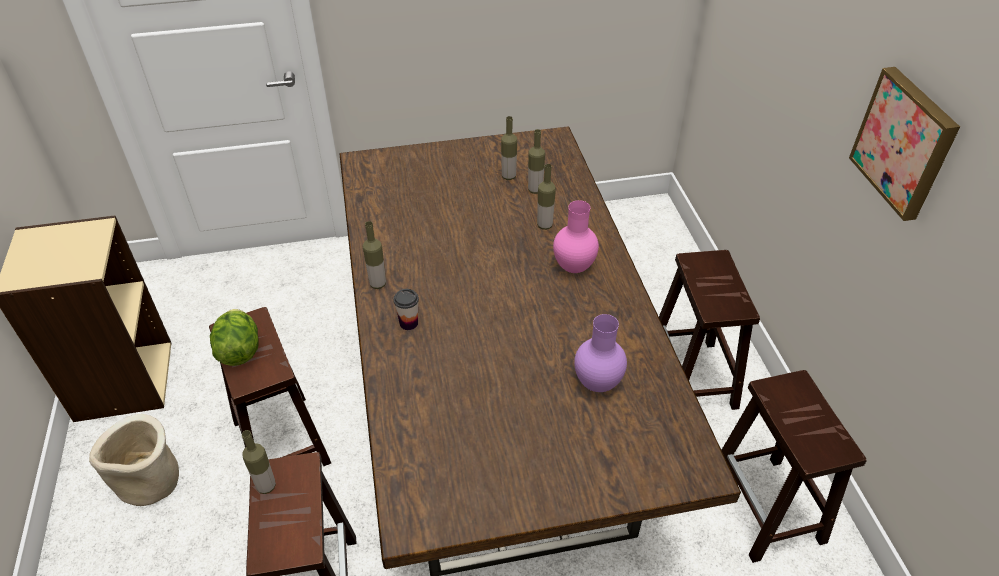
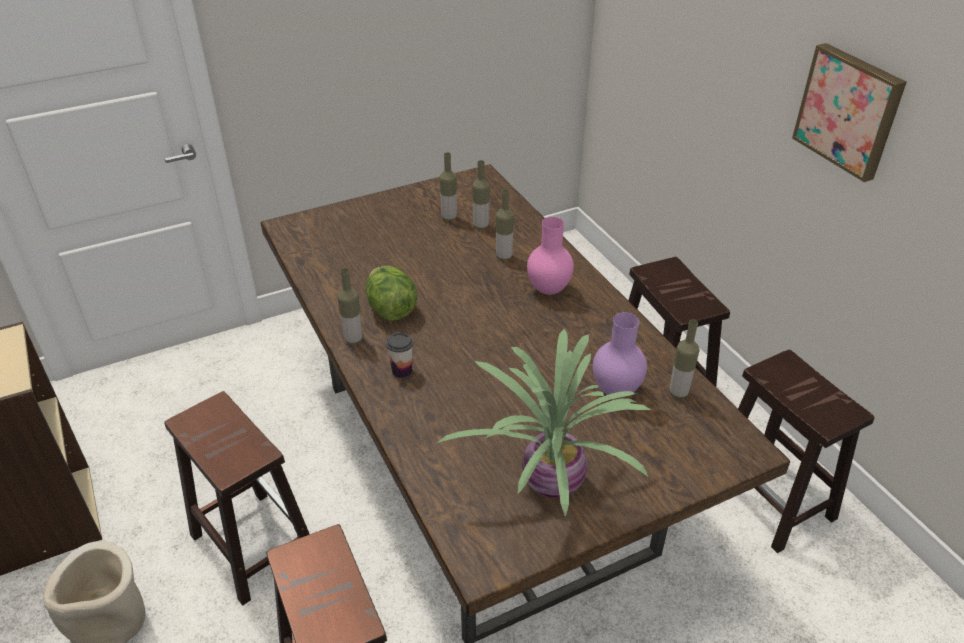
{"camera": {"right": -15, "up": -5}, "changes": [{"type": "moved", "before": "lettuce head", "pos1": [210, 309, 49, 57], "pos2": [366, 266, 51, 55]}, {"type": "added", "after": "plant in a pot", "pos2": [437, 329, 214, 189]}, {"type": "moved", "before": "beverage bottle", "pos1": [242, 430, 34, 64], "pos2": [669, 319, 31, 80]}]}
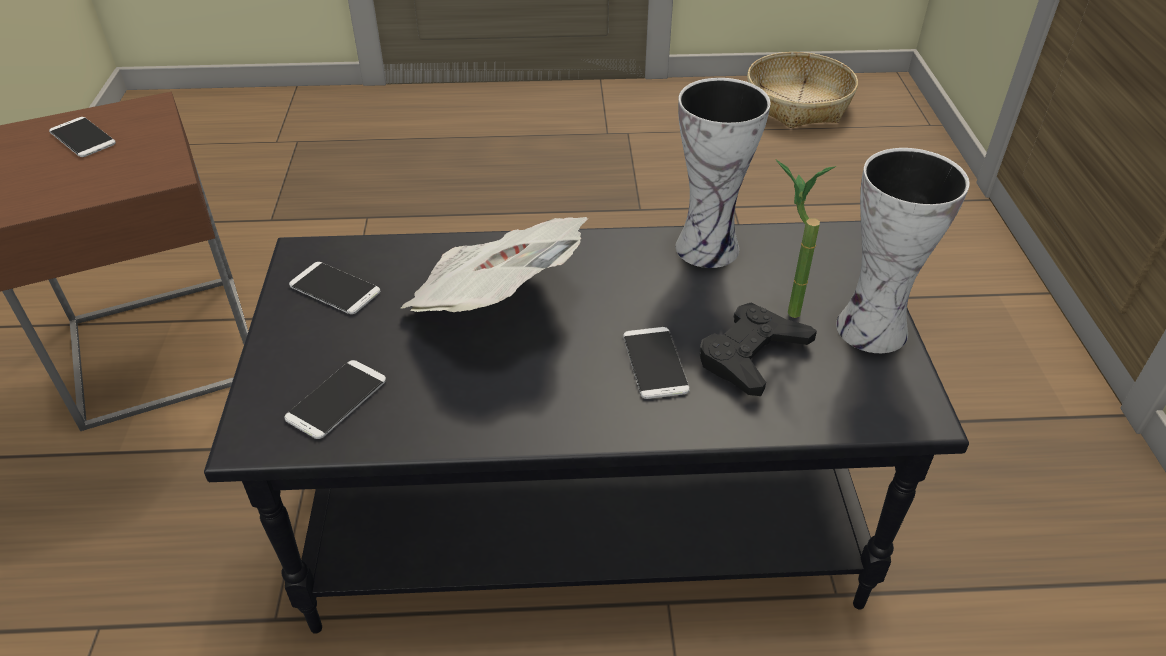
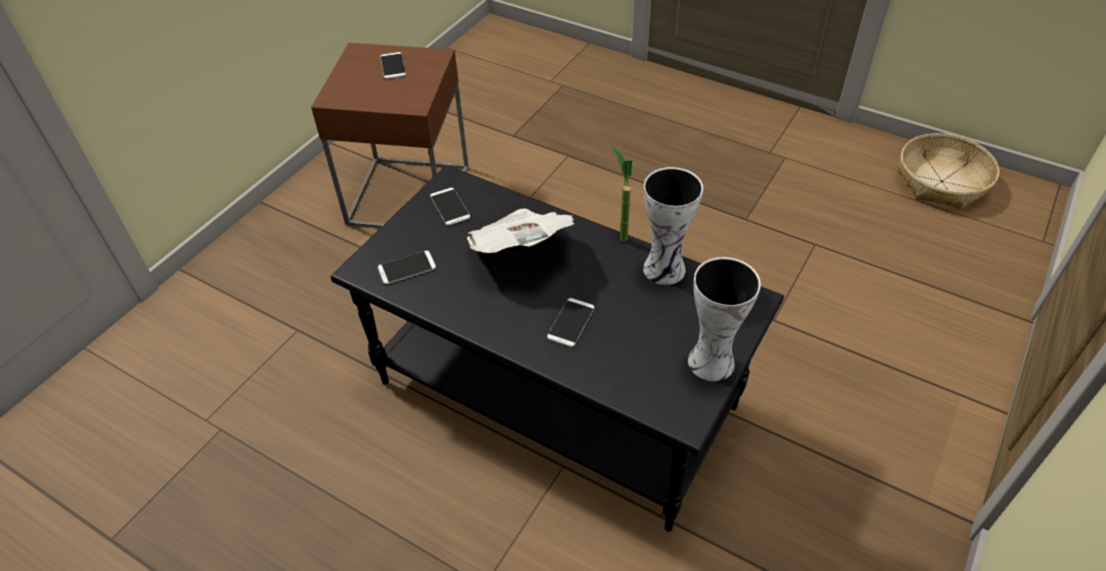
{"camera": {"right": 35, "up": 5}, "changes": [{"type": "moved", "before": "plant in a pot", "pos1": [775, 159, 61, 159], "pos2": [612, 146, 22, 95]}, {"type": "removed", "before": "blackish joypad", "pos1": [700, 303, 117, 93]}]}
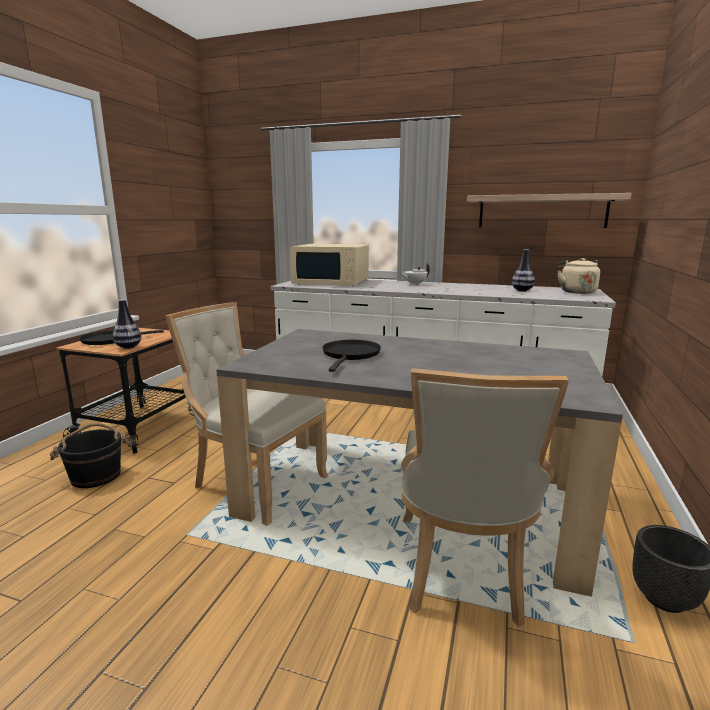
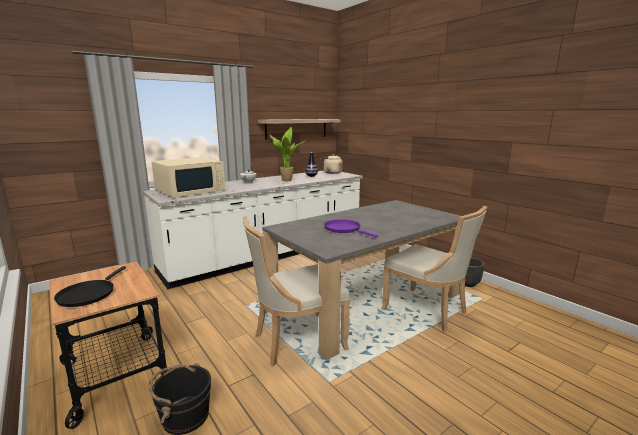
{"camera": {"right": -55, "up": 0}, "changes": [{"type": "added", "after": "plant in a pot", "pos2": [268, 127, 38, 54]}, {"type": "recoloured", "before": "blackish frying pan", "after": "purple frying pan", "pos1": [322, 340, 59, 32], "pos2": [324, 219, 54, 18]}, {"type": "removed", "before": "decorative vase", "pos1": [113, 299, 28, 50]}]}
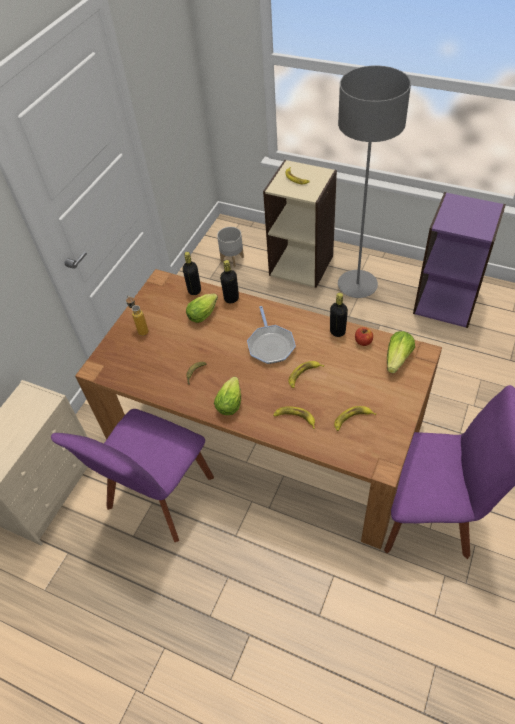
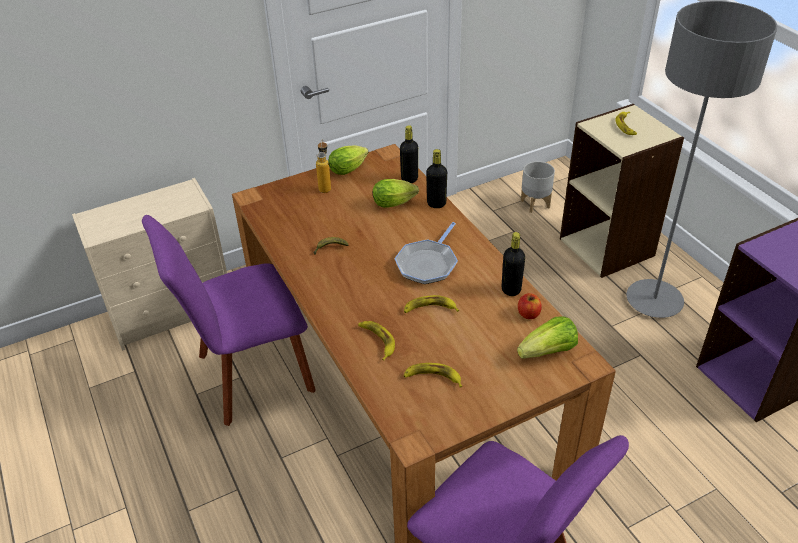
{"camera": {"right": 35, "up": -10}, "changes": [{"type": "moved", "before": "lettuce head", "pos1": [214, 377, 27, 38], "pos2": [329, 145, 40, 30]}]}
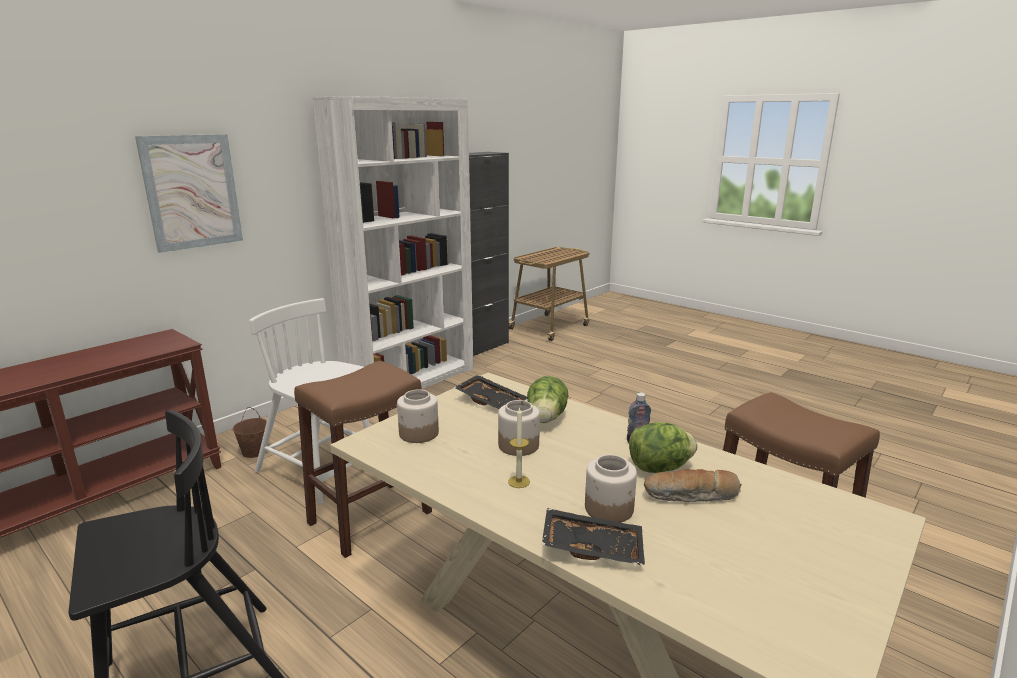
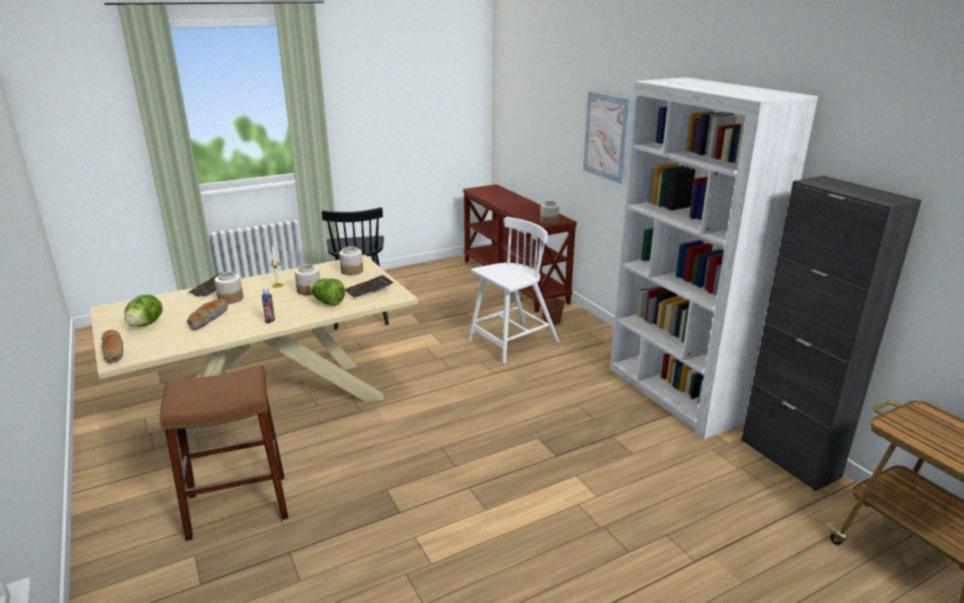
{"camera": {"right": 110, "up": 5}, "changes": [{"type": "added", "after": "bread", "pos2": [101, 330, 23, 33]}, {"type": "moved", "before": "lettuce head", "pos1": [629, 422, 68, 51], "pos2": [125, 294, 38, 33]}, {"type": "added", "after": "storage jar", "pos2": [540, 201, 19, 23]}, {"type": "removed", "before": "brown stool", "pos1": [294, 361, 138, 197]}]}
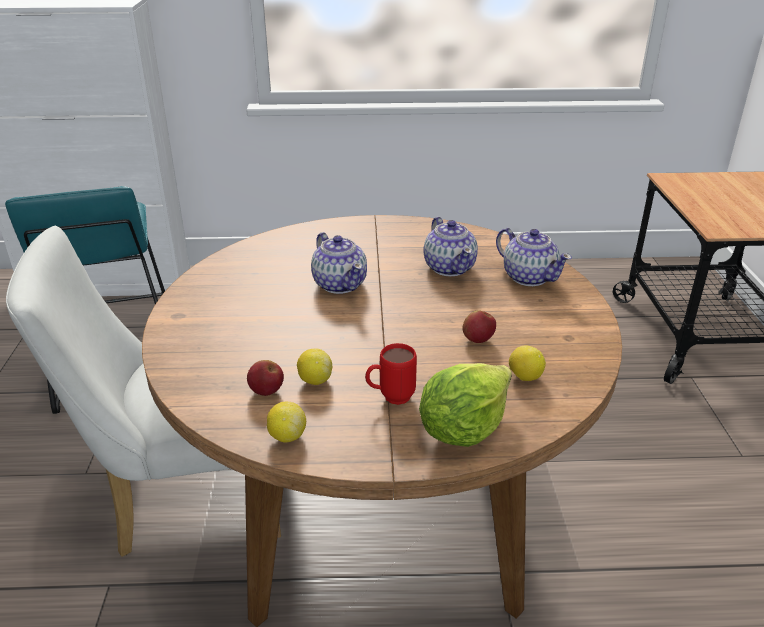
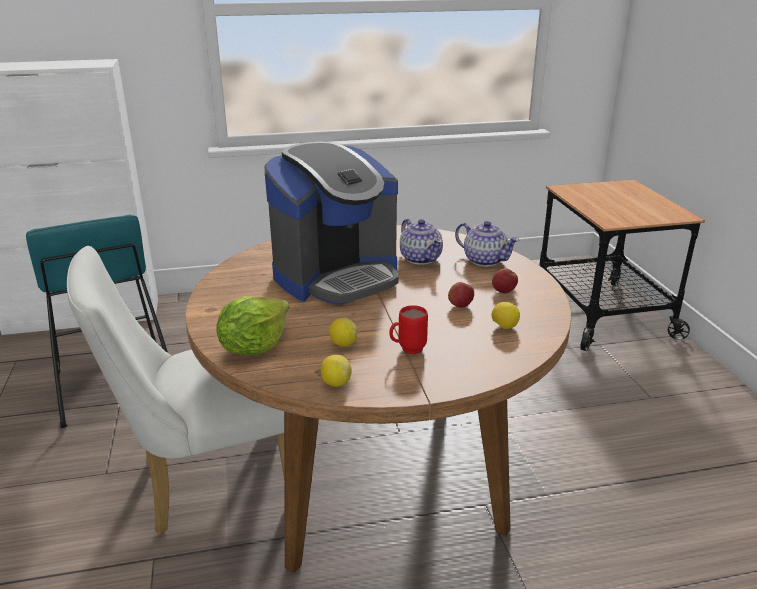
{"camera": {"right": -10, "up": -5}, "changes": [{"type": "moved", "before": "lettuce head", "pos1": [419, 363, 93, 84], "pos2": [216, 296, 73, 59]}, {"type": "replaced", "before": "tea pot", "after": "coffee maker", "pos1": [311, 232, 56, 62], "pos2": [264, 142, 135, 163]}, {"type": "moved", "before": "whole apple", "pos1": [247, 360, 37, 36], "pos2": [492, 268, 26, 25]}]}
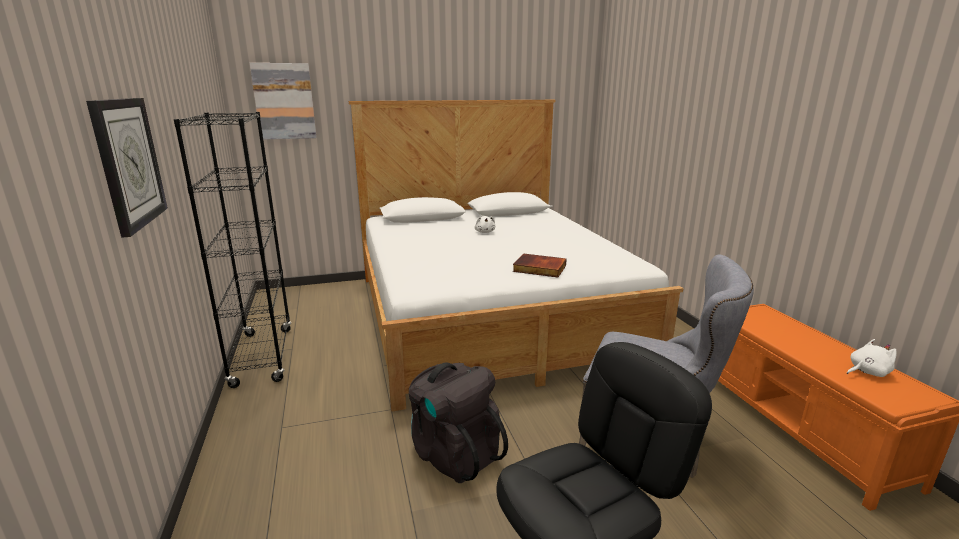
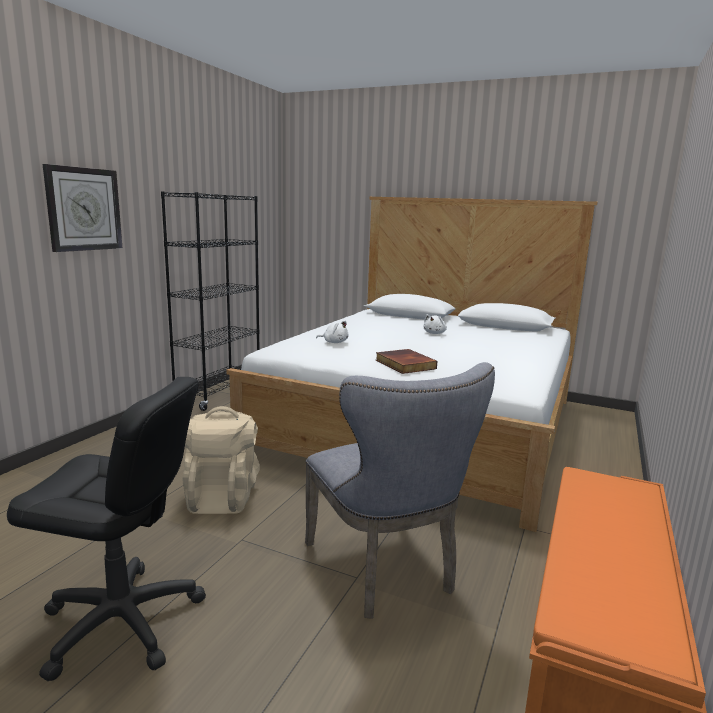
{"camera": {"right": 40, "up": -5}, "changes": [{"type": "recoloured", "before": "blackish knapsack", "after": "beige knapsack", "pos1": [409, 363, 99, 120], "pos2": [182, 406, 78, 108]}, {"type": "moved", "before": "white soft toy", "pos1": [847, 339, 50, 38], "pos2": [316, 321, 33, 22]}, {"type": "removed", "before": "picture", "pos1": [250, 63, 67, 77]}]}
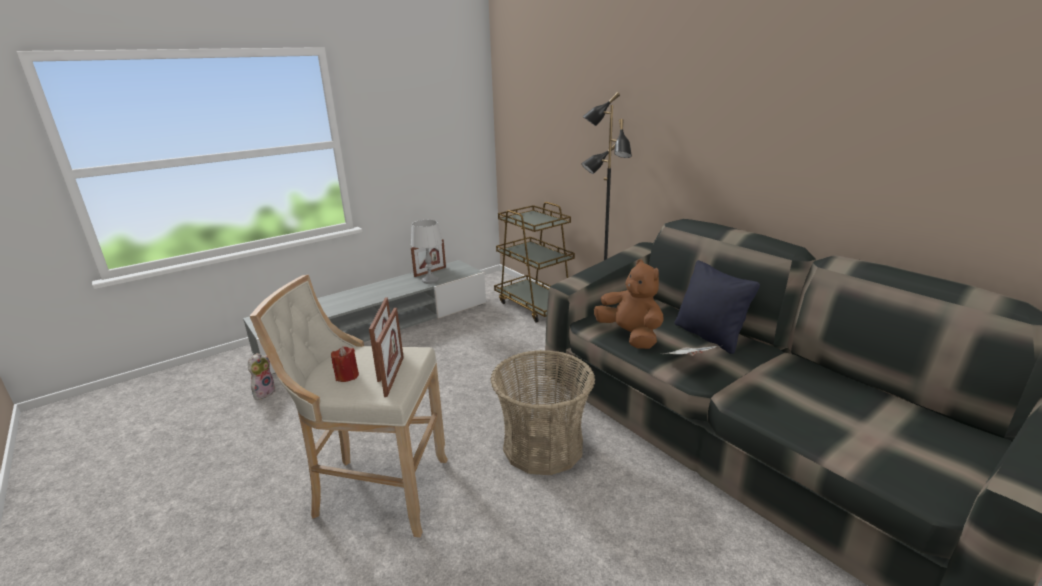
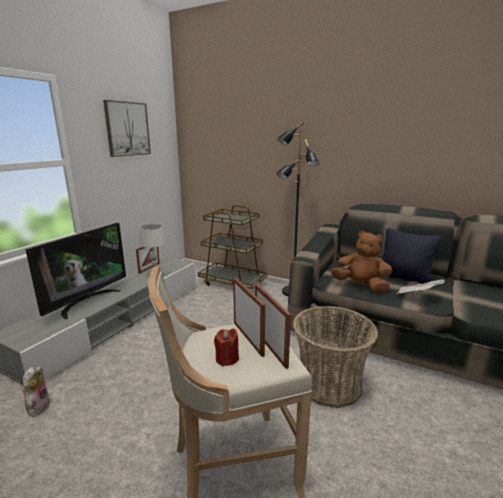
{"camera": {"right": -25, "up": -5}, "changes": [{"type": "added", "after": "TV set", "pos2": [25, 223, 101, 96]}, {"type": "added", "after": "picture", "pos2": [103, 100, 48, 57]}]}
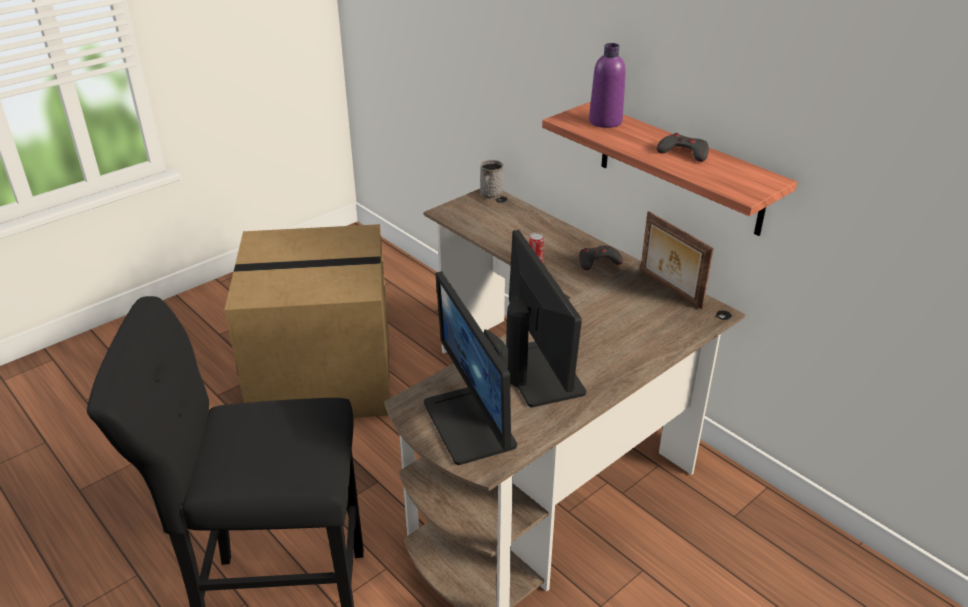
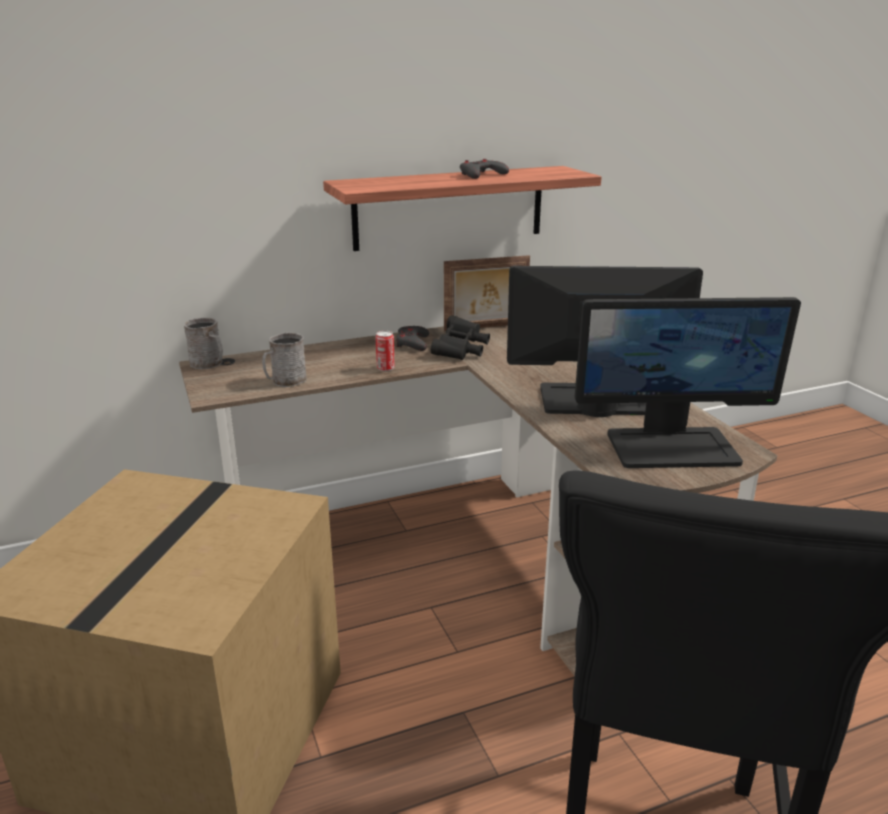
{"camera": {"right": -70, "up": -10}, "changes": [{"type": "added", "after": "gray mug", "pos2": [262, 333, 45, 54]}, {"type": "added", "after": "blackish pair of binoculars", "pos2": [430, 315, 60, 45]}, {"type": "removed", "before": "purple beverage bottle", "pos1": [589, 43, 37, 85]}]}
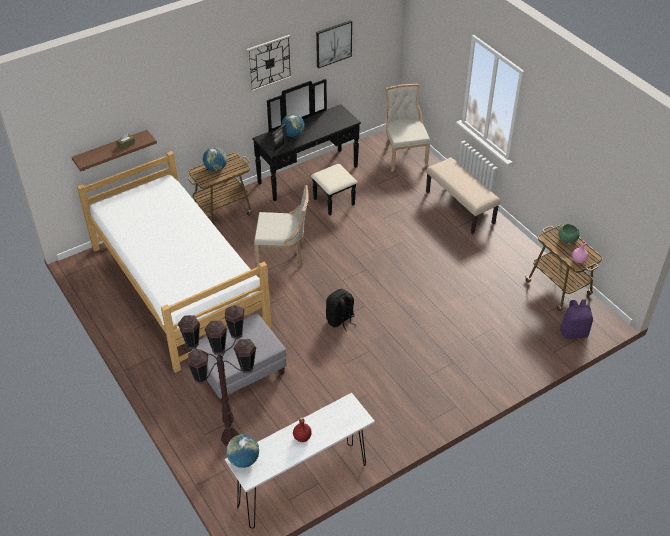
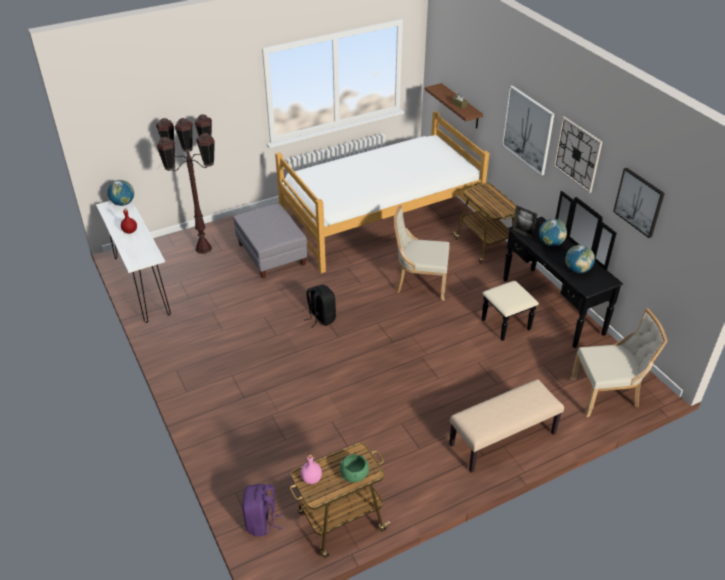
{"camera": {"right": 95, "up": -5}, "changes": [{"type": "turned", "before": "beige upright chair", "pos1": [254, 185, 55, 82], "pos2": [394, 205, 56, 96], "turn": 90}, {"type": "added", "after": "picture", "pos2": [502, 85, 53, 91]}, {"type": "moved", "before": "desk globe", "pos1": [203, 147, 24, 24], "pos2": [565, 245, 30, 28]}]}
